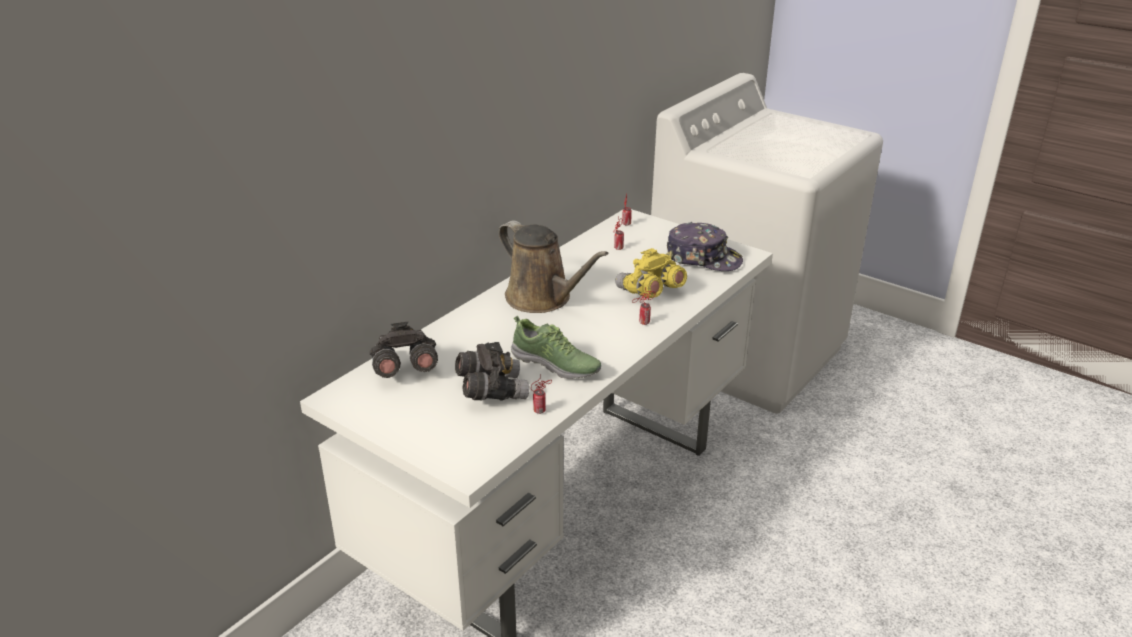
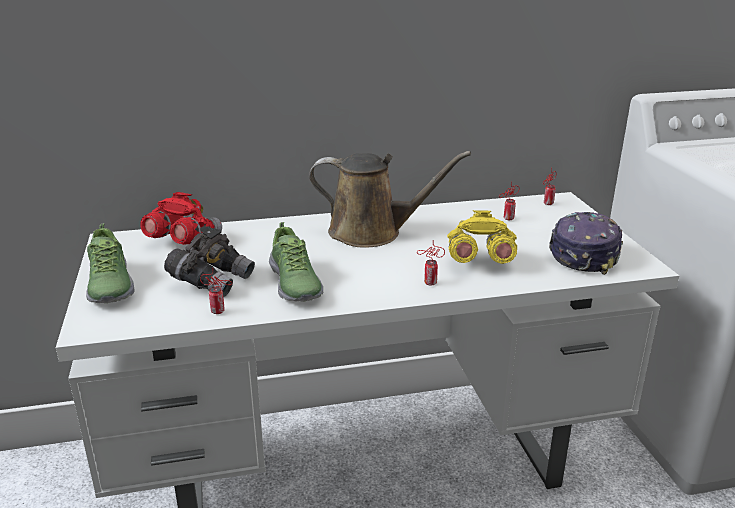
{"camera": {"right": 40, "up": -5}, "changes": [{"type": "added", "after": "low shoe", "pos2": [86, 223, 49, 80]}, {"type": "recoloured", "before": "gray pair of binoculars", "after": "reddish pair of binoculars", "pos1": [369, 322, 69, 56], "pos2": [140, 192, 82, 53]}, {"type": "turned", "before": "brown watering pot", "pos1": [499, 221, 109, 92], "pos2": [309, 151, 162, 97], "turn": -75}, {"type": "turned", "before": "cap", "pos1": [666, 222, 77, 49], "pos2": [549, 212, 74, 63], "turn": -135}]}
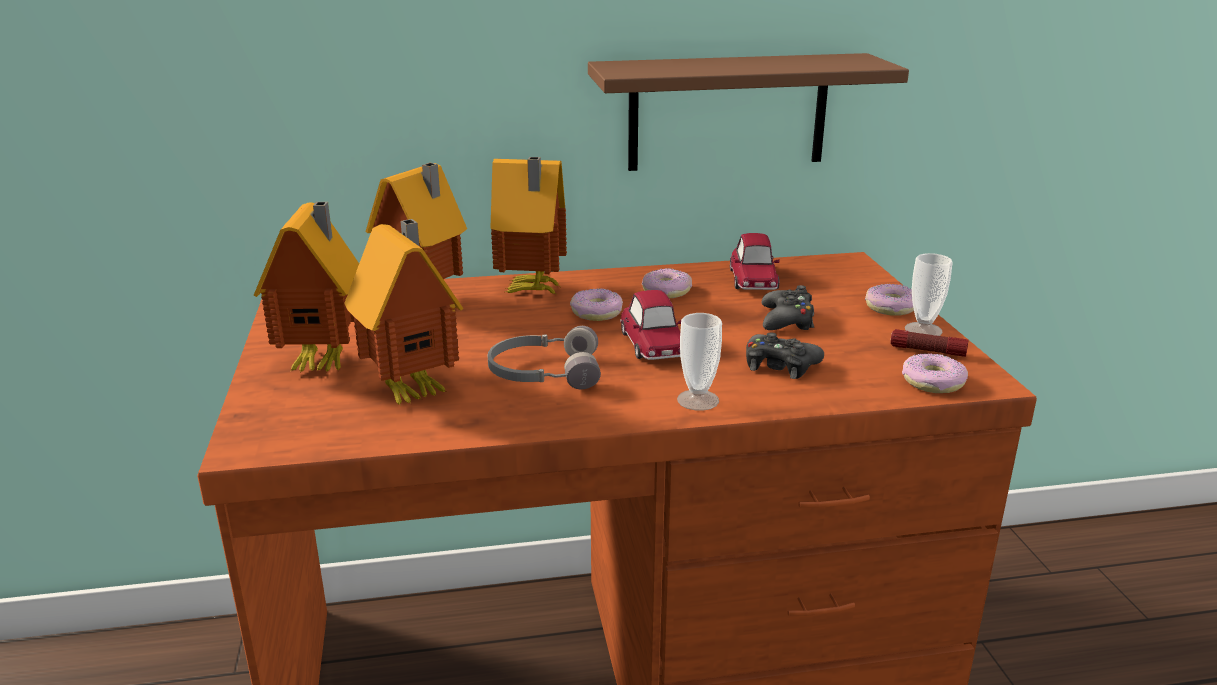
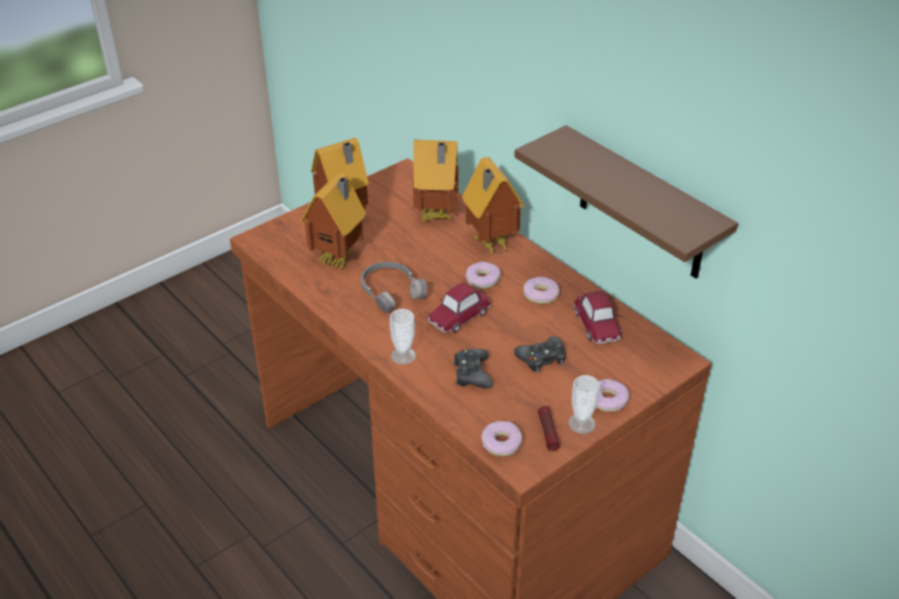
{"camera": {"right": 60, "up": 15}, "changes": [{"type": "turned", "before": "toy car", "pos1": [730, 233, 50, 57], "pos2": [573, 291, 48, 53], "turn": -75}]}
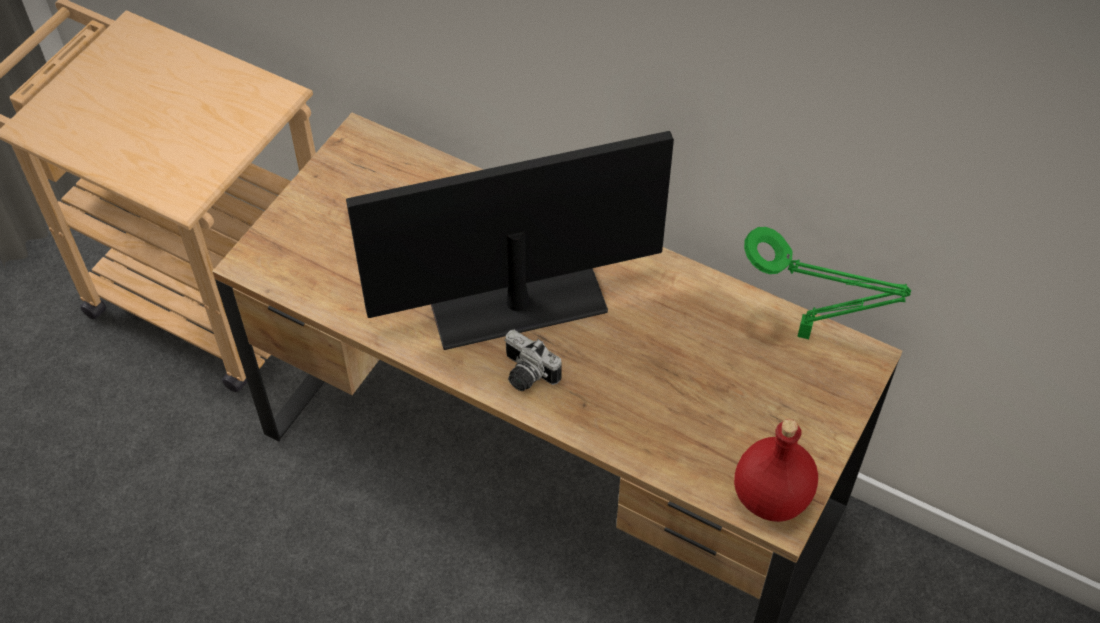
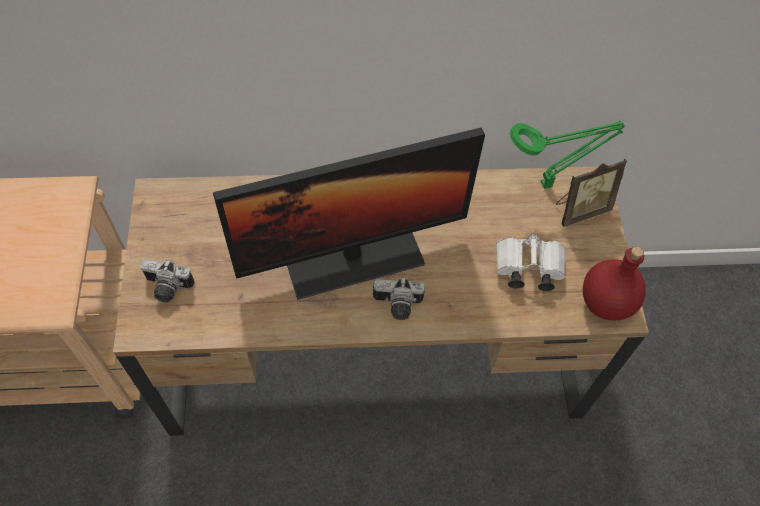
{"camera": {"right": -35, "up": 5}, "changes": [{"type": "added", "after": "photo camera", "pos2": [140, 259, 54, 44]}, {"type": "turned", "before": "monitor", "pos1": [346, 131, 328, 219], "pos2": [213, 128, 272, 172], "turn": -150}, {"type": "added", "after": "white pair of binoculars", "pos2": [496, 233, 69, 58]}, {"type": "added", "after": "standing frame", "pos2": [555, 158, 72, 69]}]}
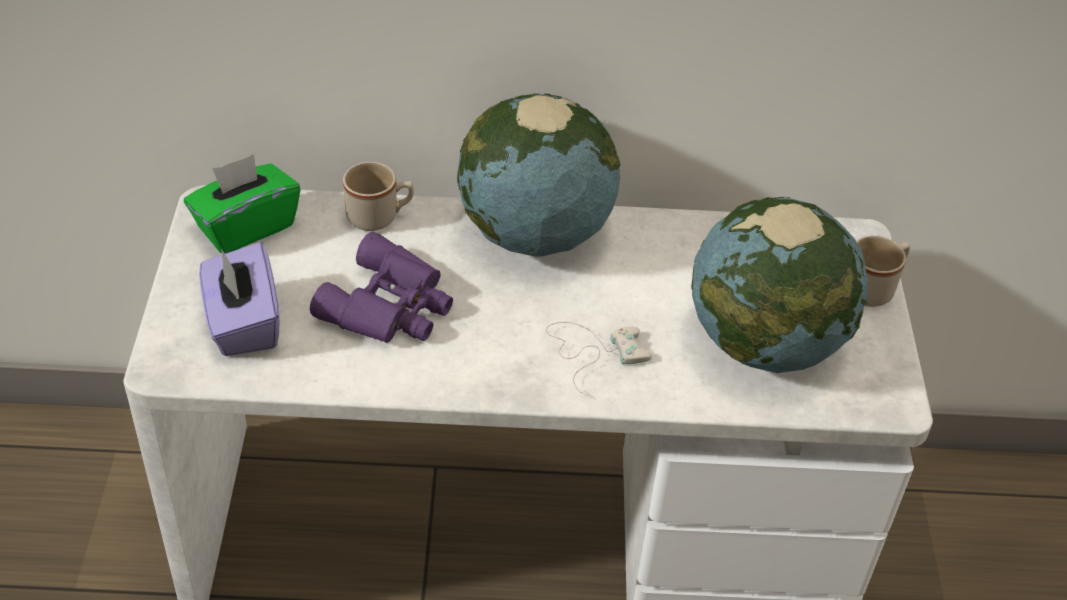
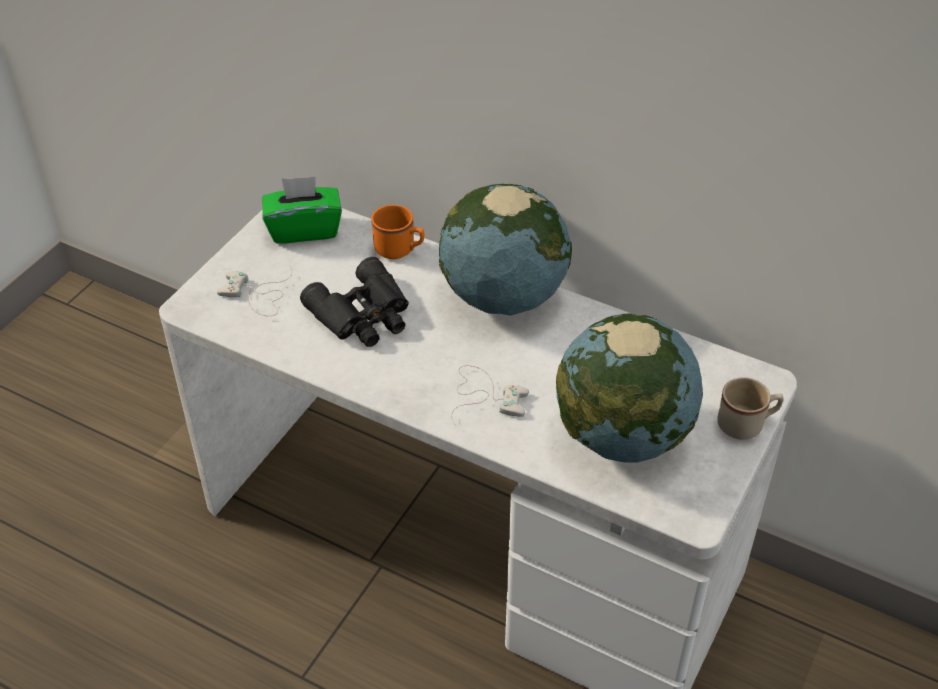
{"camera": {"right": 30, "up": 0}, "changes": [{"type": "replaced", "before": "purple box of tissues", "after": "white joypad", "pos1": [199, 242, 80, 114], "pos2": [217, 265, 75, 51]}, {"type": "recoloured", "before": "purple pair of binoculars", "after": "blackish pair of binoculars", "pos1": [310, 232, 143, 111], "pos2": [300, 257, 109, 90]}, {"type": "recoloured", "before": "beige mug", "after": "orange-coloured mug", "pos1": [343, 162, 71, 69], "pos2": [371, 205, 53, 54]}]}
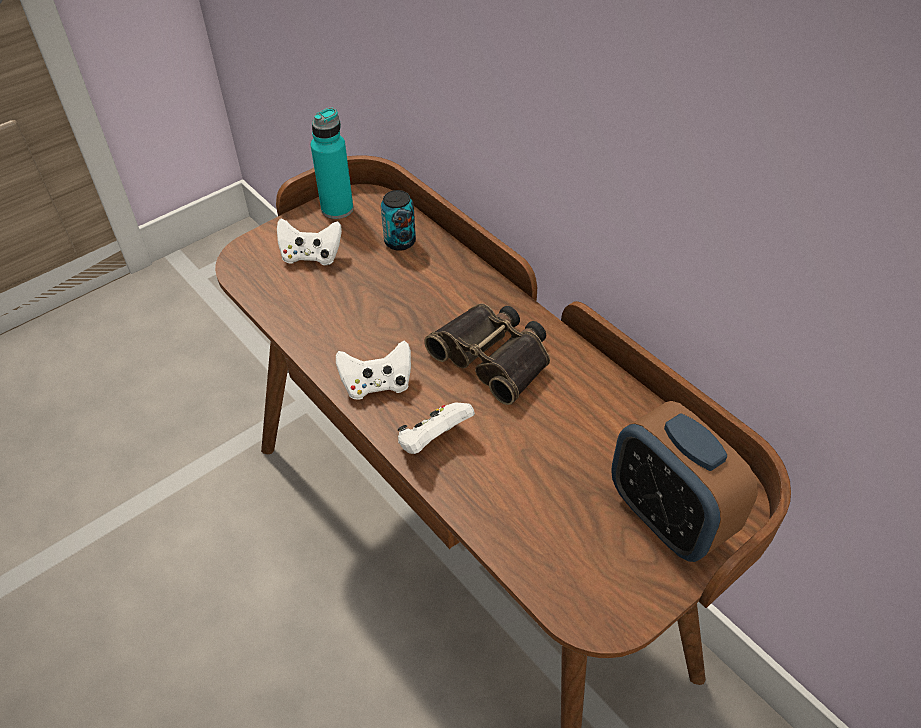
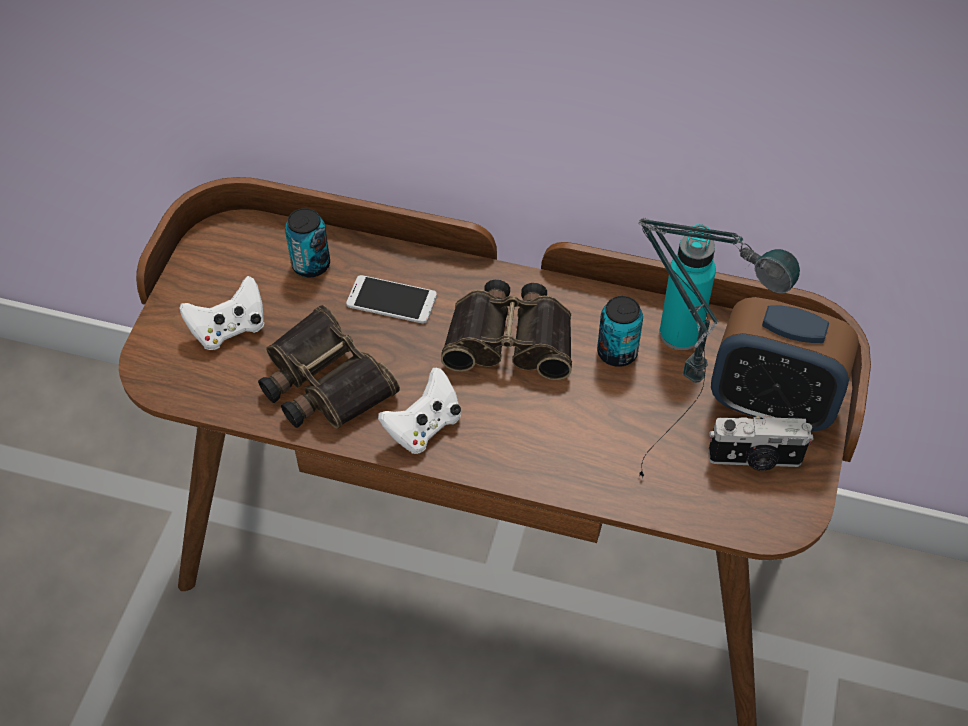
{"camera": {"right": -35, "up": 5}, "changes": [{"type": "added", "after": "pair of binoculars", "pos2": [258, 305, 142, 124]}, {"type": "added", "after": "phone", "pos2": [346, 275, 91, 49]}, {"type": "added", "after": "sealed can", "pos2": [597, 296, 46, 71]}, {"type": "added", "after": "table lamp", "pos2": [638, 217, 162, 261]}, {"type": "moved", "before": "blue-green beverage bottle", "pos1": [311, 107, 43, 112], "pos2": [659, 224, 57, 126]}, {"type": "added", "after": "photo camera", "pos2": [708, 415, 106, 56]}, {"type": "removed", "before": "white joypad", "pos1": [398, 402, 77, 52]}]}
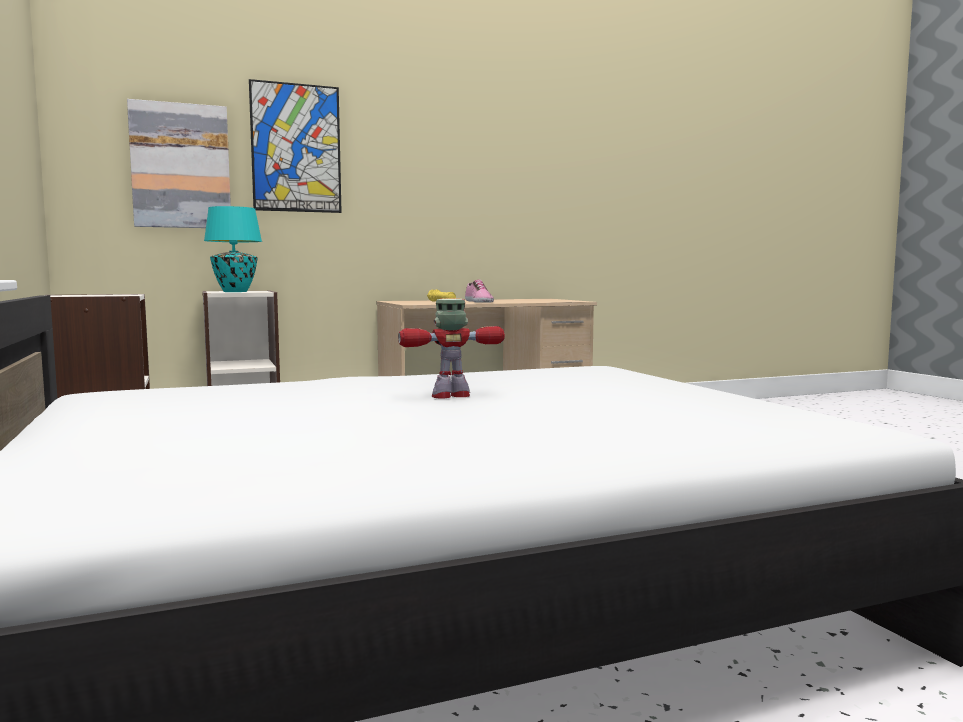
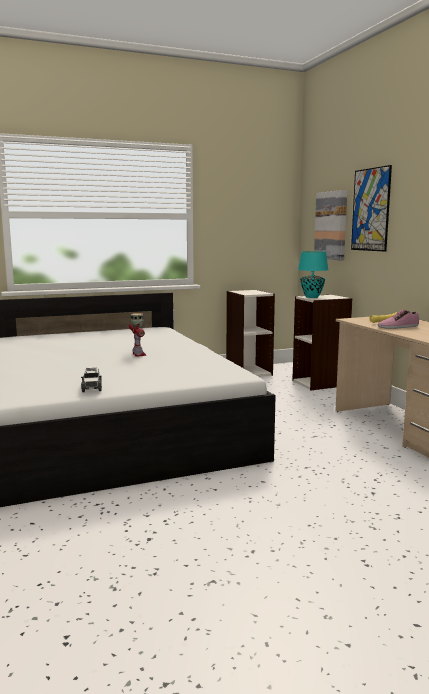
{"camera": {"right": 90, "up": 5}, "changes": [{"type": "added", "after": "toy car", "pos2": [81, 368, 21, 24]}]}
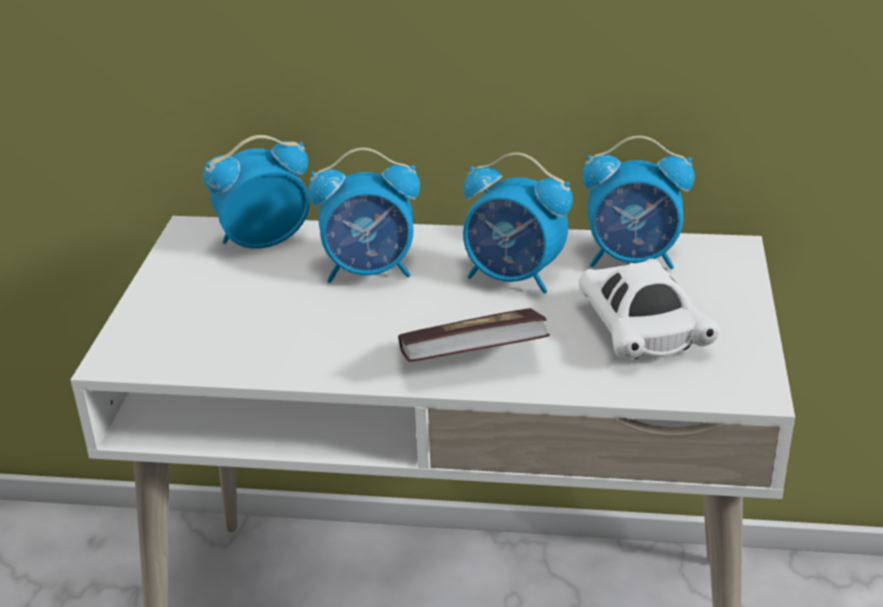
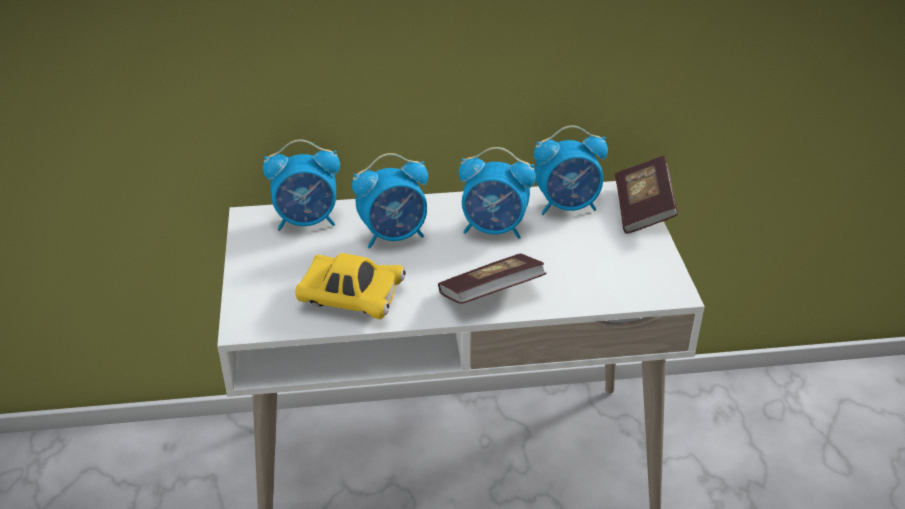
{"camera": {"right": -15, "up": 5}, "changes": [{"type": "turned", "before": "alarm clock", "pos1": [203, 135, 107, 114], "pos2": [263, 139, 77, 92], "turn": -150}, {"type": "added", "after": "yellow-coloured toy car", "pos2": [296, 253, 110, 66]}, {"type": "added", "after": "bound book", "pos2": [615, 156, 63, 78]}, {"type": "removed", "before": "white toy car", "pos1": [579, 258, 141, 102]}]}
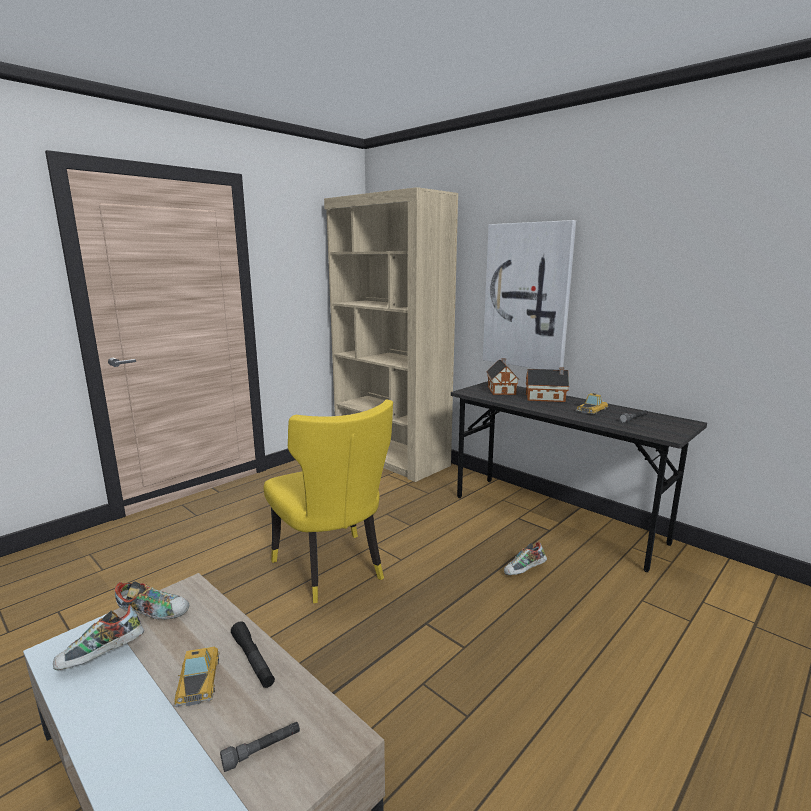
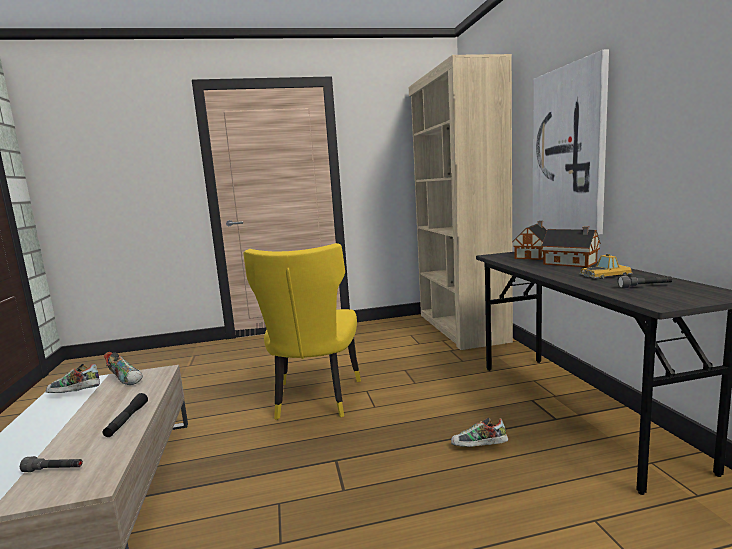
{"camera": {"right": 35, "up": -5}, "changes": [{"type": "removed", "before": "toy car", "pos1": [174, 647, 46, 60]}]}
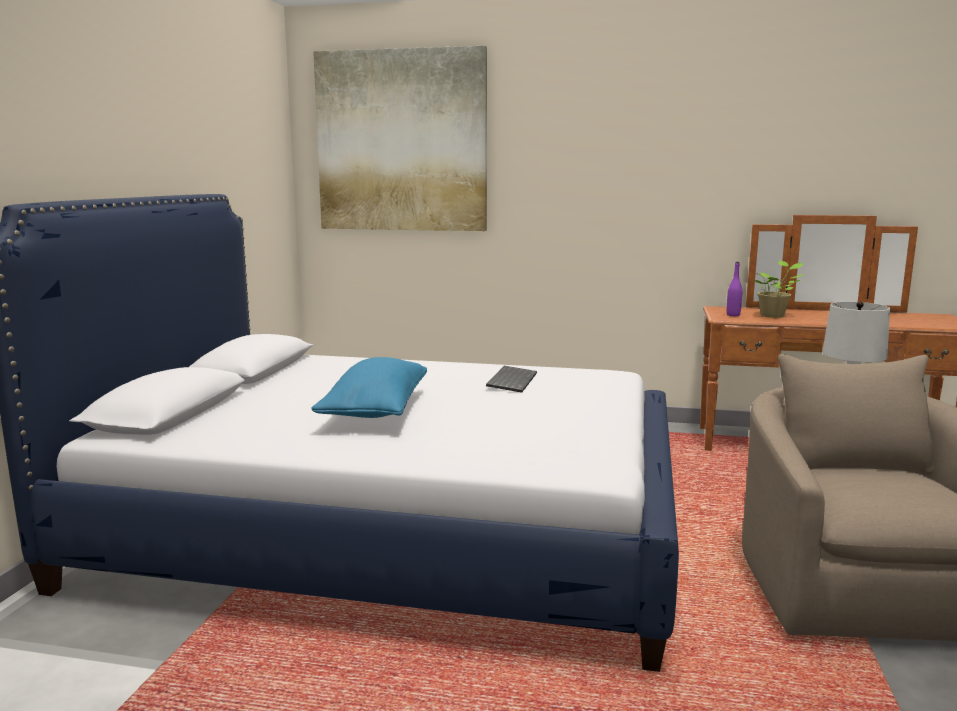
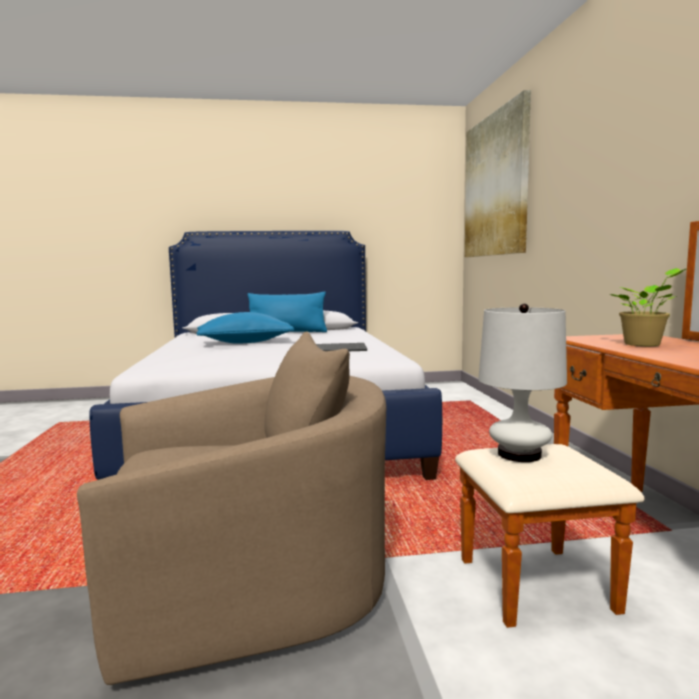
{"camera": {"right": 70, "up": -5}, "changes": [{"type": "added", "after": "blue cushion", "pos2": [248, 292, 79, 40]}, {"type": "removed", "before": "purple beverage bottle", "pos1": [726, 262, 16, 54]}]}
